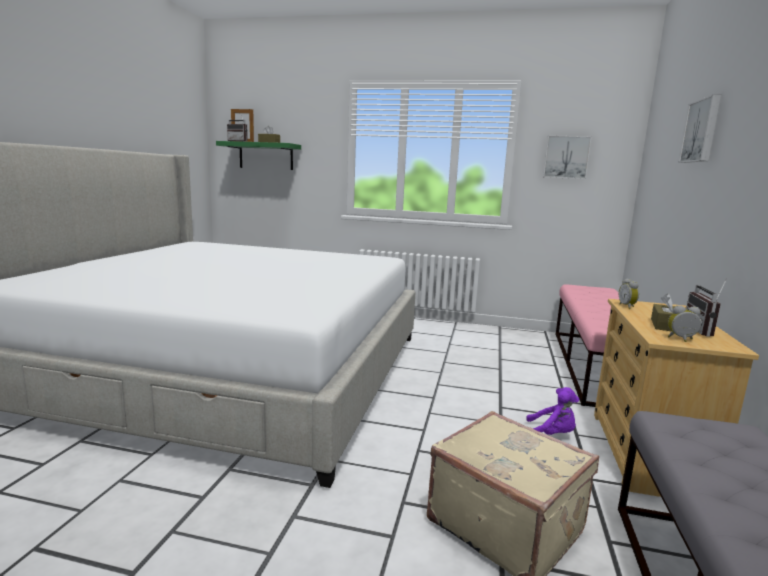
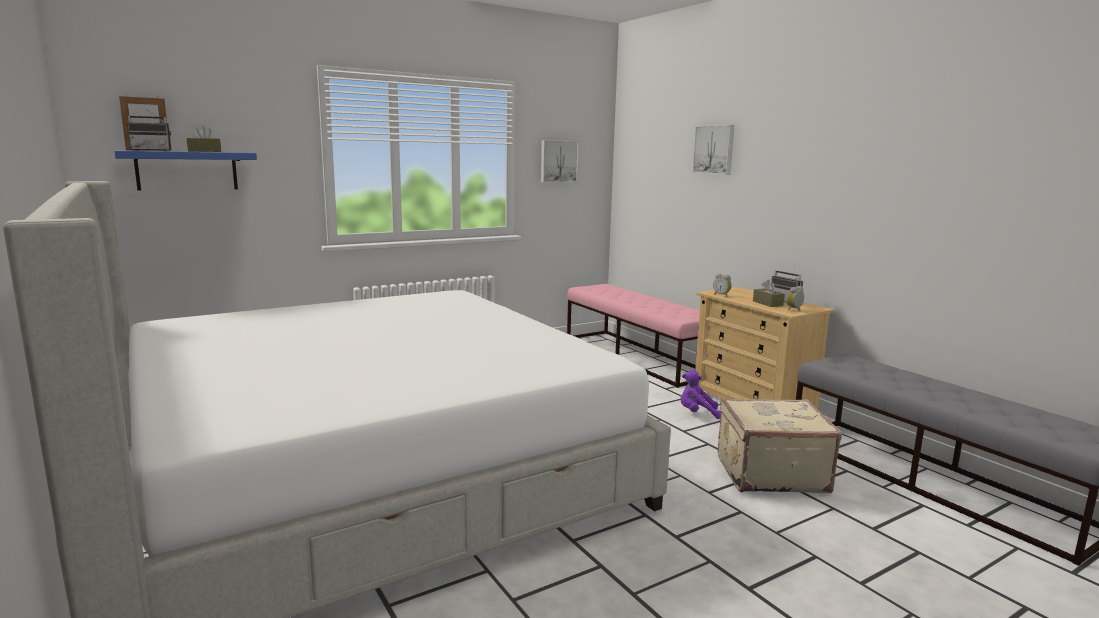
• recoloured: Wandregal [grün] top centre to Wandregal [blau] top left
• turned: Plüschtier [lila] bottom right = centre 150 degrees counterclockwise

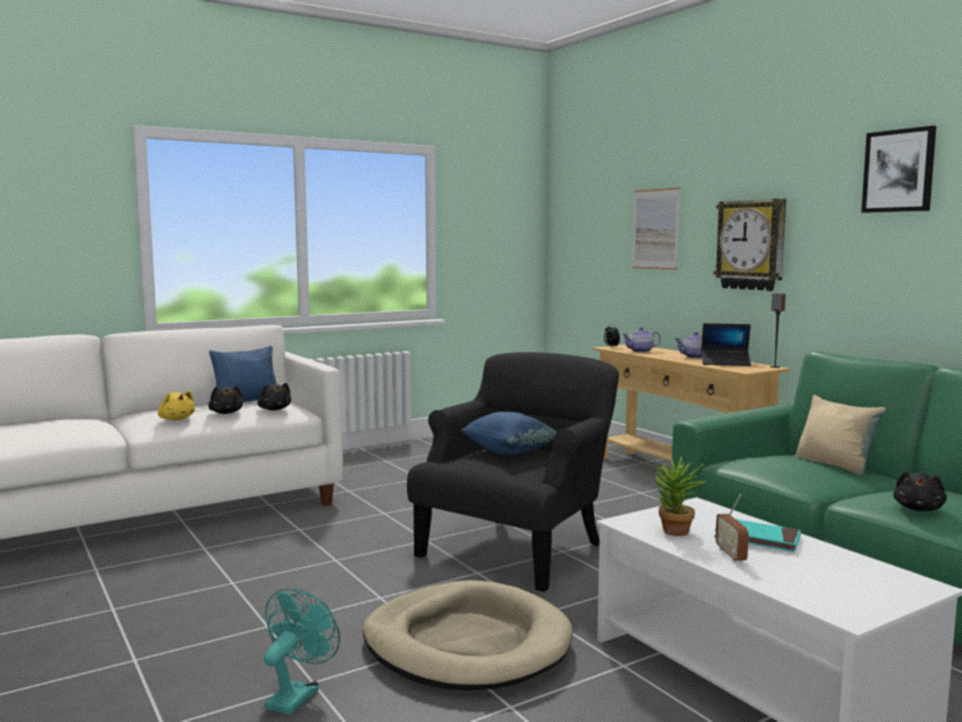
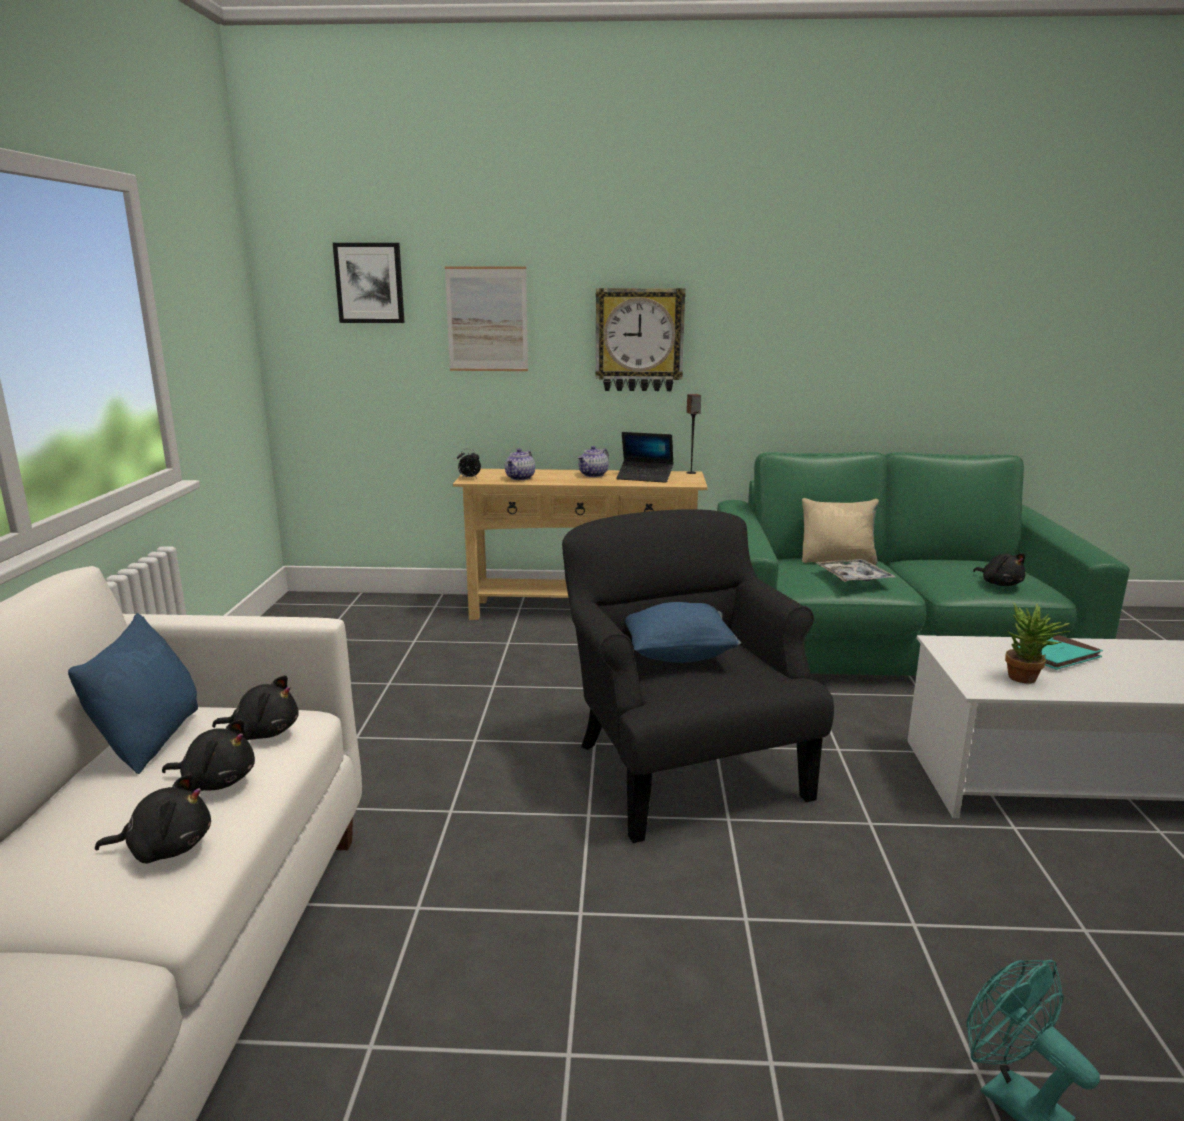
• recoloured: Plüschtier [gelb] middle left to Plüschtier [schwarz] (1st from left) bottom left
• moved: Bild (2nd from left in the first image) top right to Bild (1st from left) top left
• turned: Laptop middle right = centre 60 degrees clockwise
• added: Tablett middle right
• removed: Hundebett [beige] bottom centre
• removed: Radio bottom right

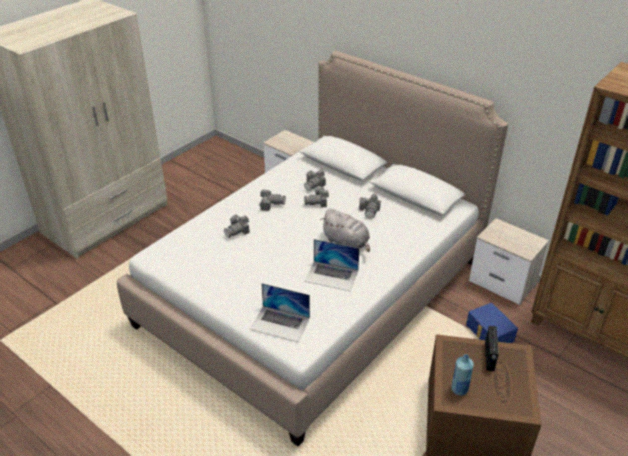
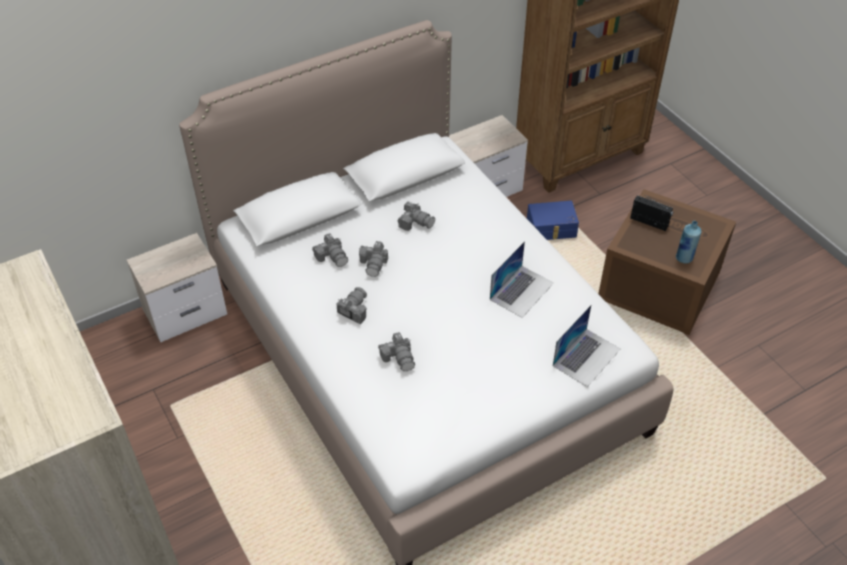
• removed: Plüschtier [grau] centre

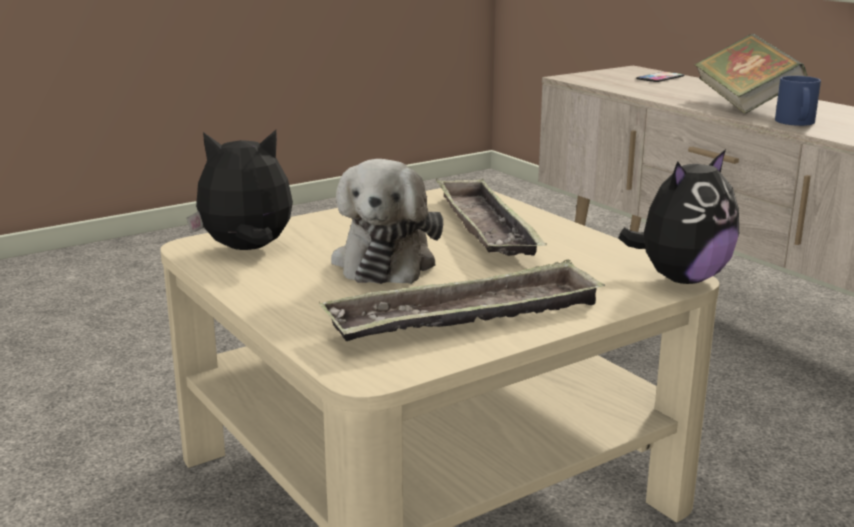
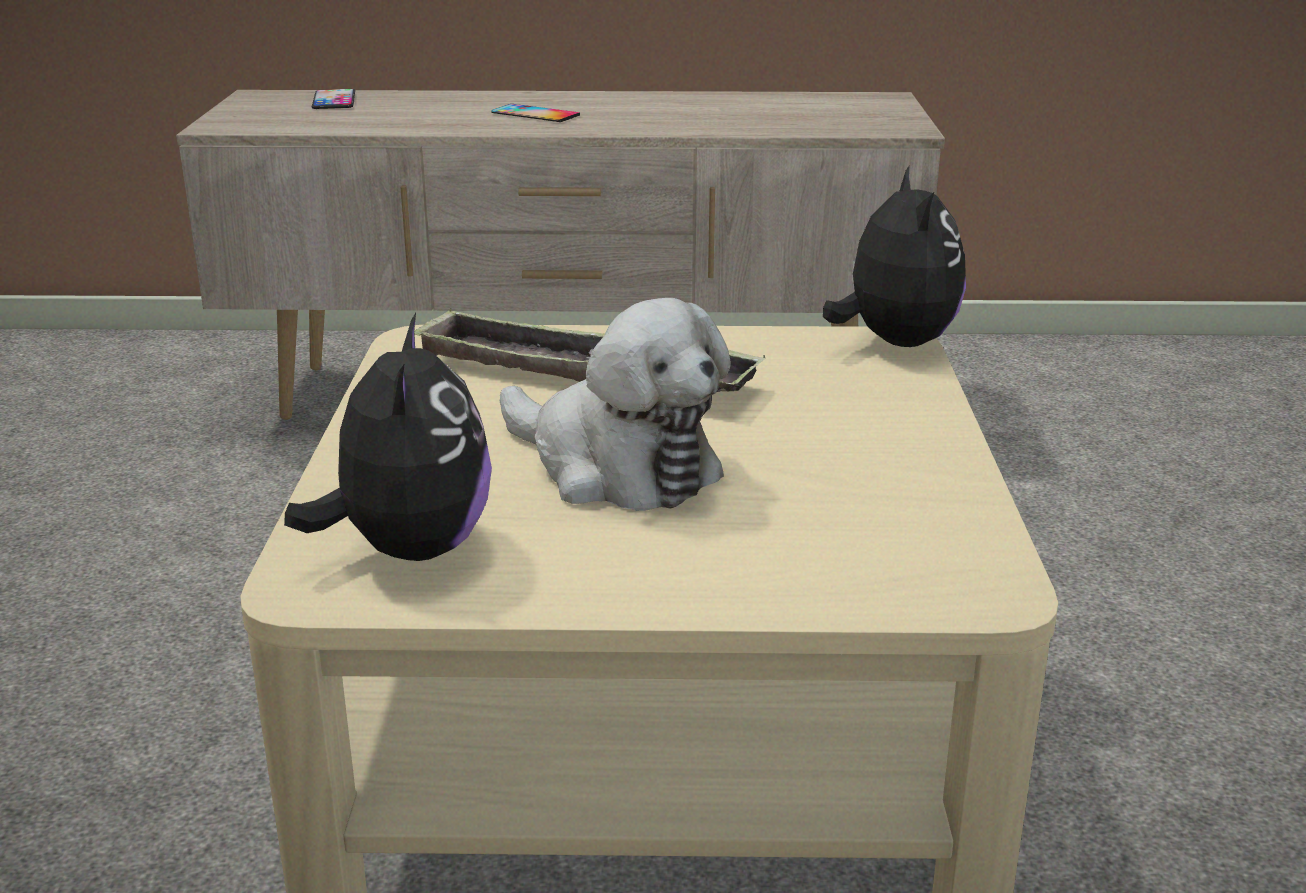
• turned: Plüschtier (1st from left) middle left = middle left 150 degrees clockwise
• replaced: Buch top right to Handy (2nd from left) top centre
• removed: Tablett (1st from left) centre
• removed: Henkelbecher [blau] top right

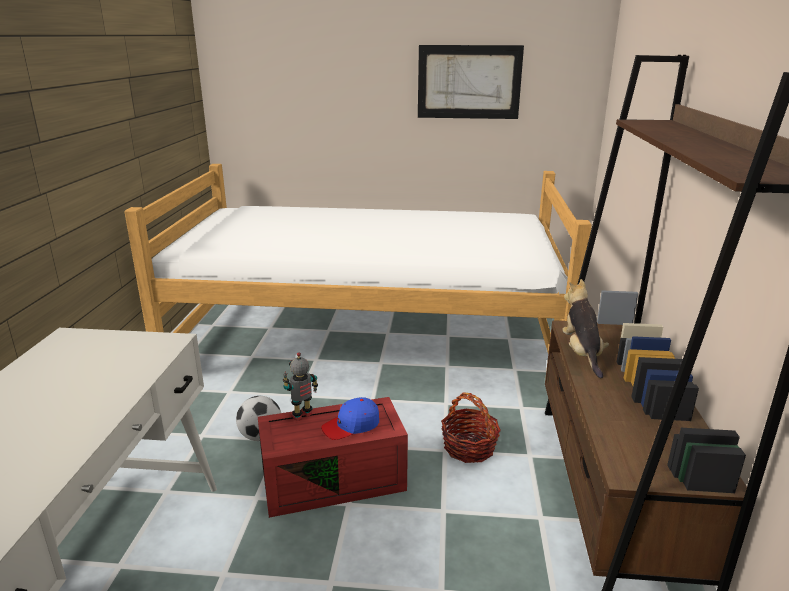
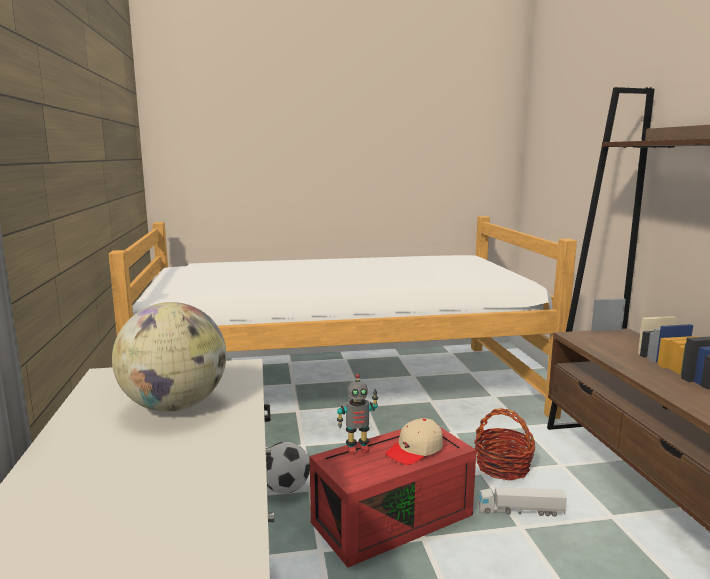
• added: Globus middle left
• turned: Spielzeugroboter centre = bottom centre 135 degrees counterclockwise
• recoloured: Kappe [blau] bottom centre to Kappe [beige] bottom centre
• added: Spielzeuglaster bottom right
• removed: Bild top centre
• removed: Plüschtier middle right

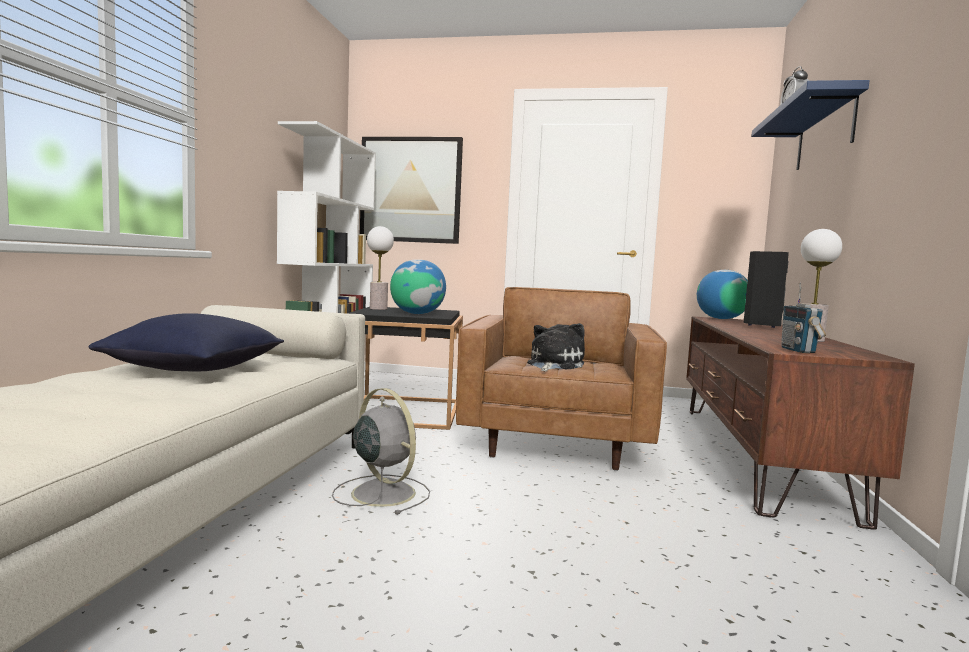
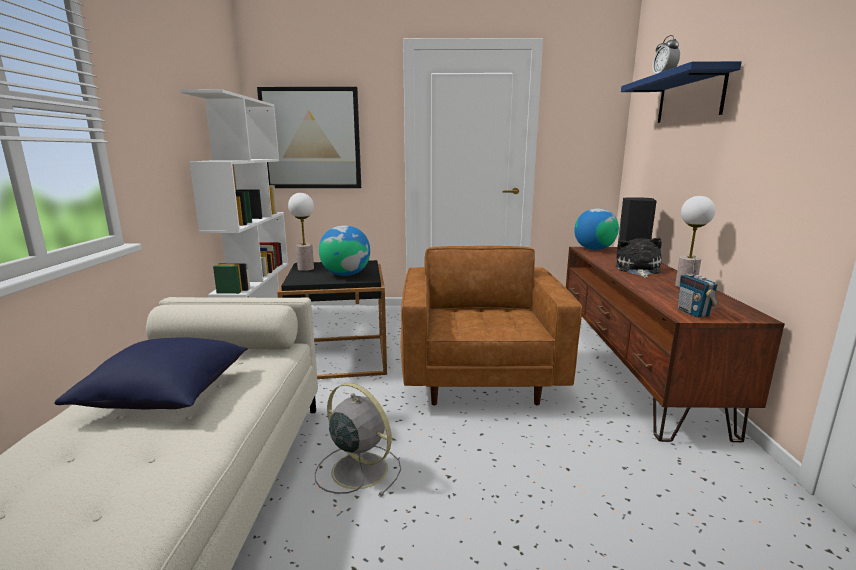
• moved: Plüschtier centre to middle right

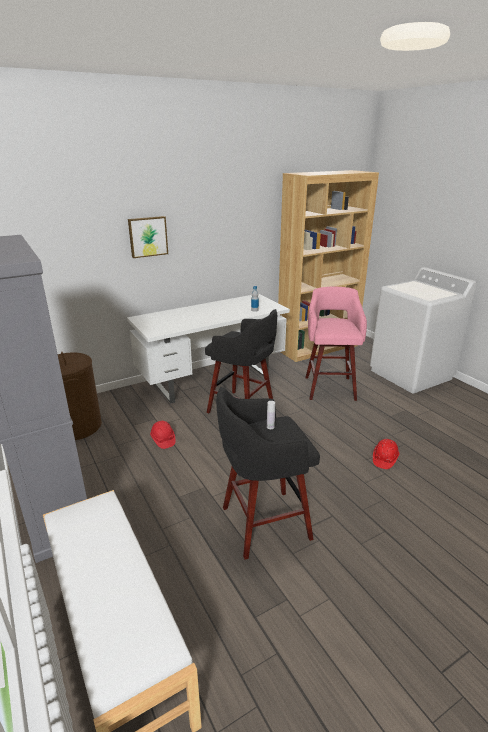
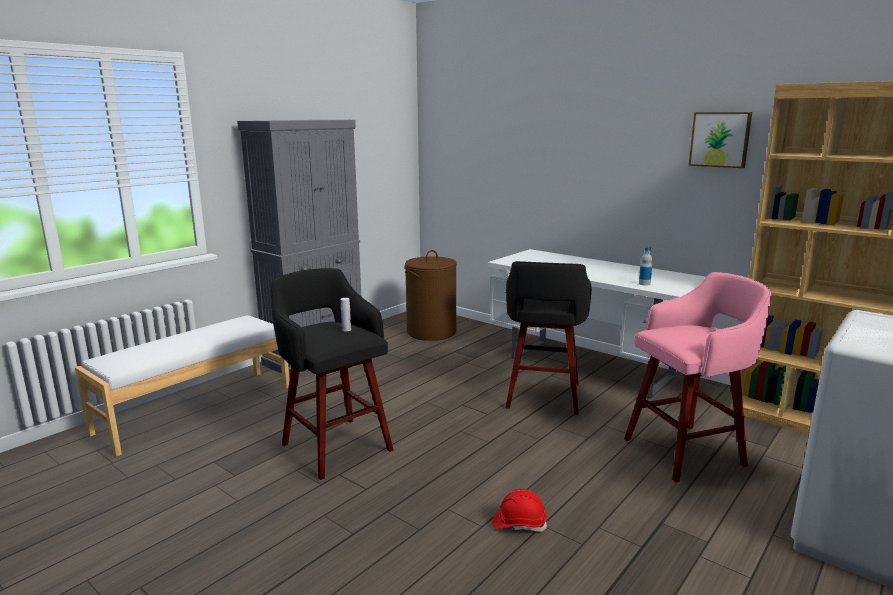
• moved: Bild top left to top right
• removed: Schutzhelm [rot] (1st from left) centre

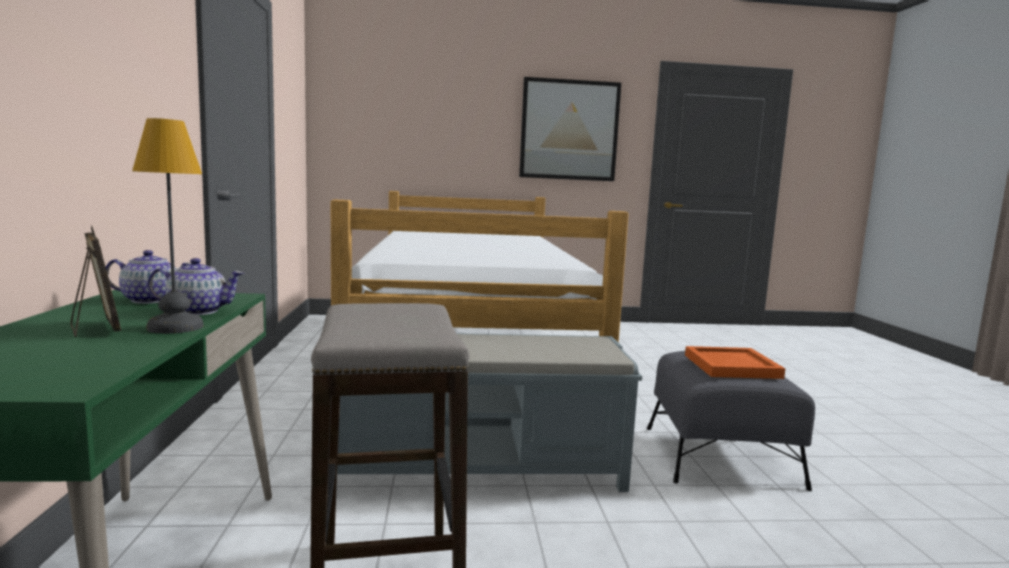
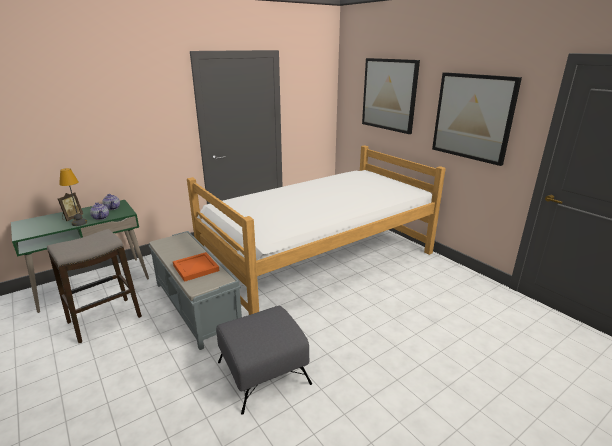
• moved: Tablett [orange] middle right to middle left
• added: Bild (1st from left) top centre

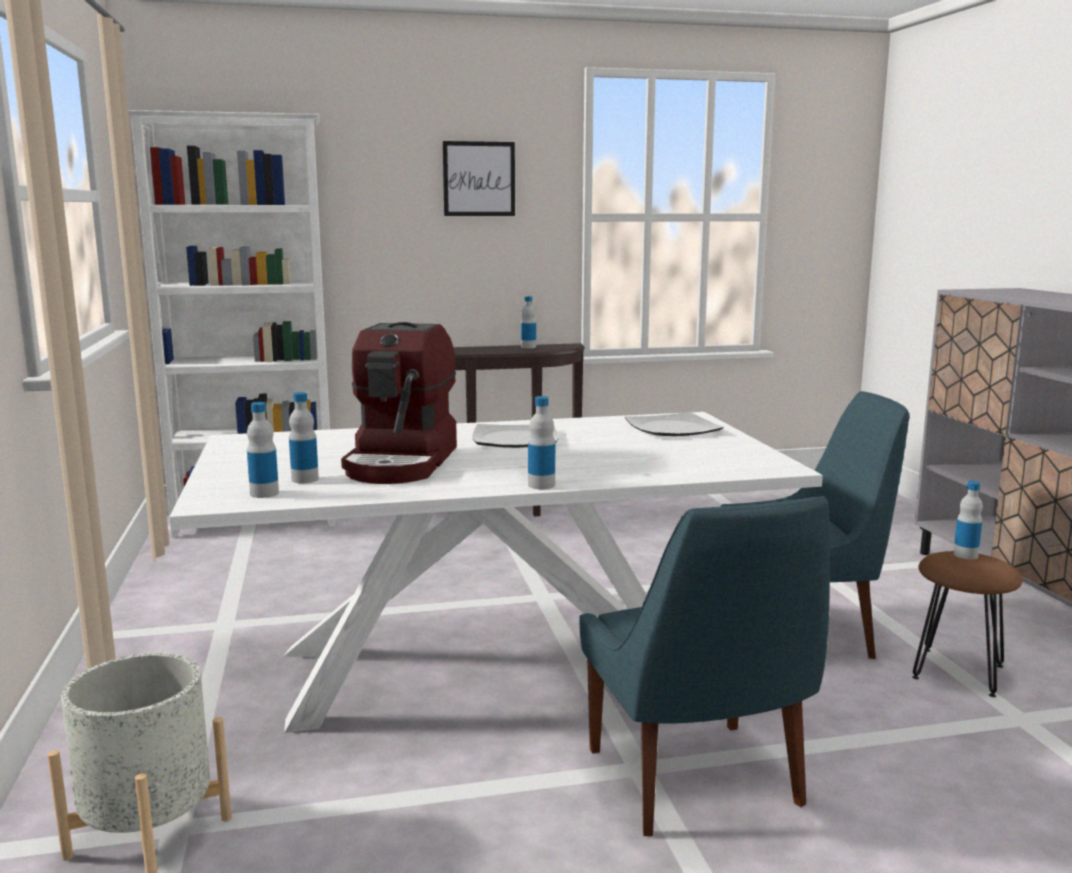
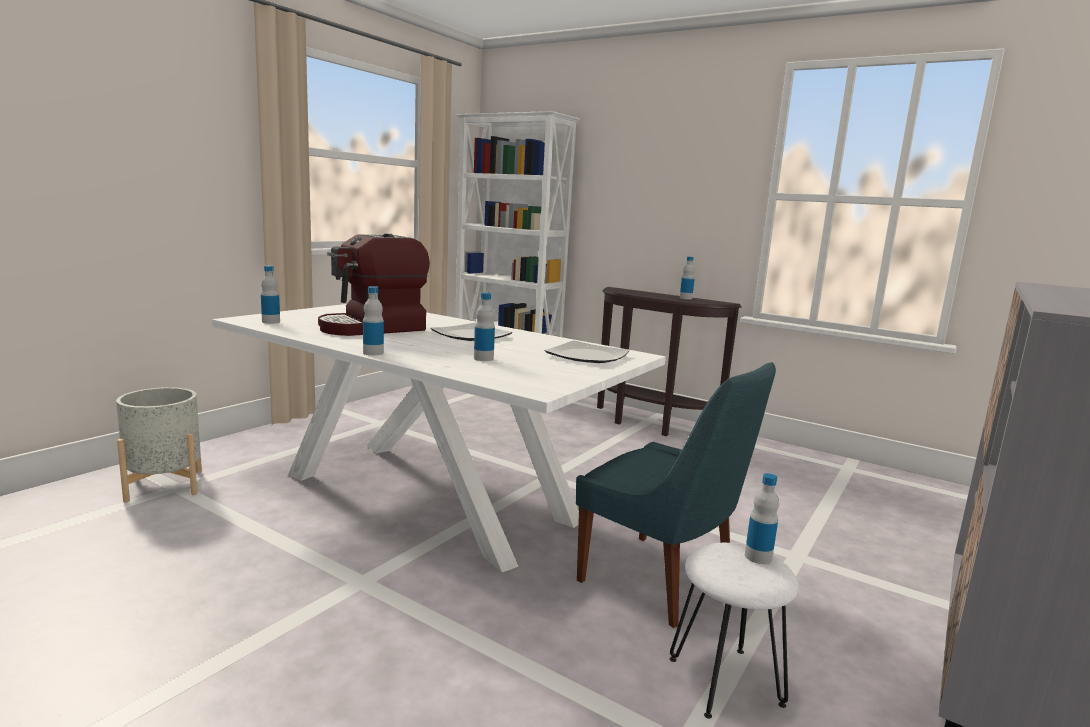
• moved: Flasche (2nd from left in the first image) middle left to Flasche (3rd from left) centre
• recoloured: Hocker [braun] bottom right to Hocker [weiß] bottom right
• removed: Bild top centre
• removed: Stuhl [blau] (1st from left) bottom centre

